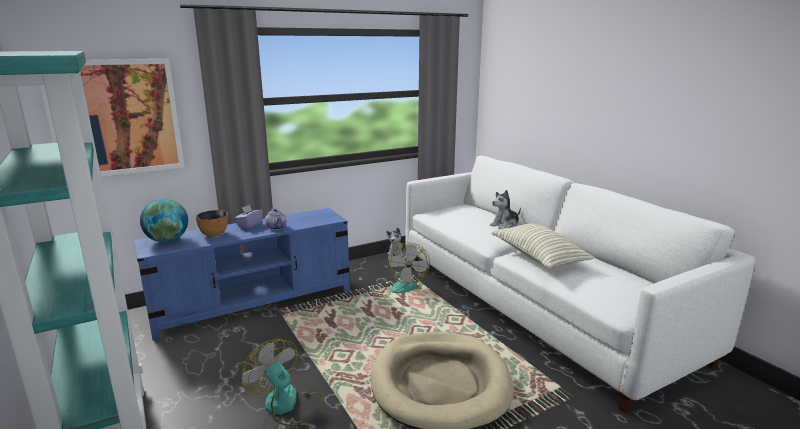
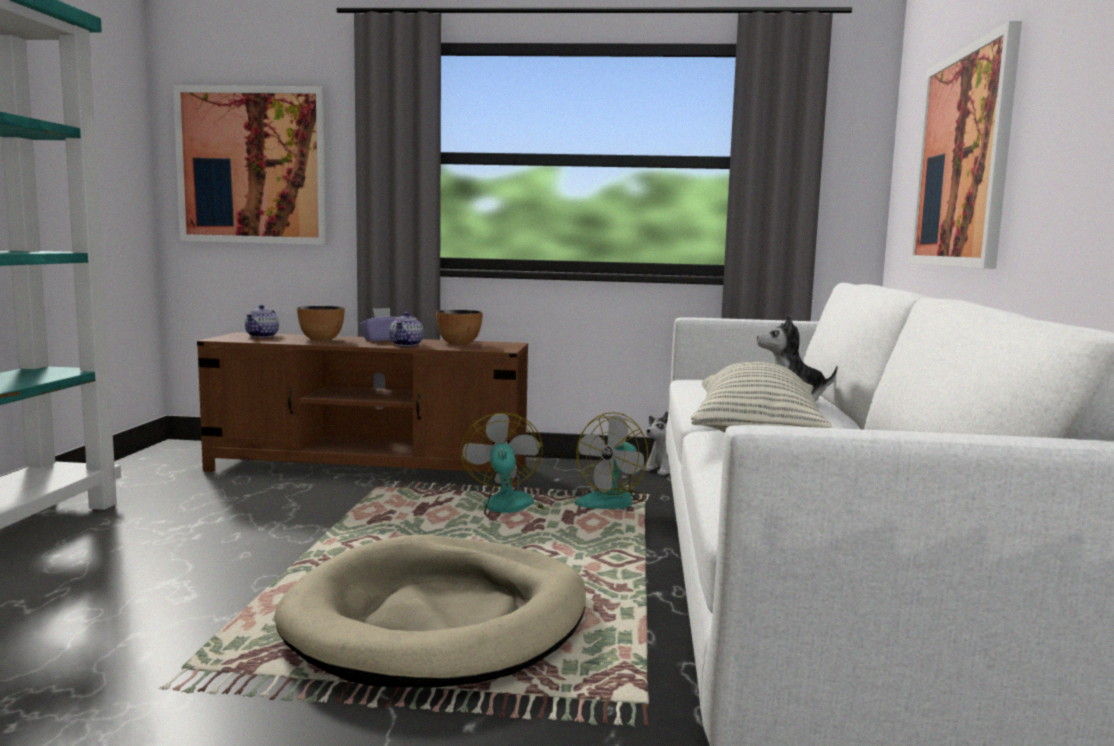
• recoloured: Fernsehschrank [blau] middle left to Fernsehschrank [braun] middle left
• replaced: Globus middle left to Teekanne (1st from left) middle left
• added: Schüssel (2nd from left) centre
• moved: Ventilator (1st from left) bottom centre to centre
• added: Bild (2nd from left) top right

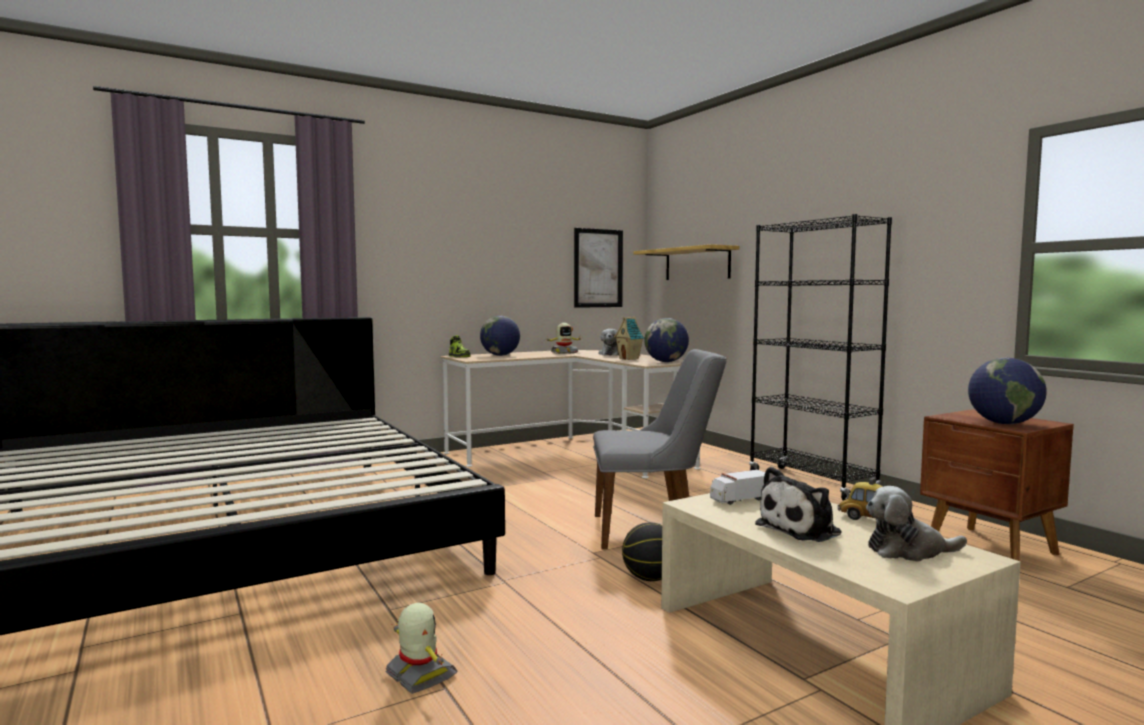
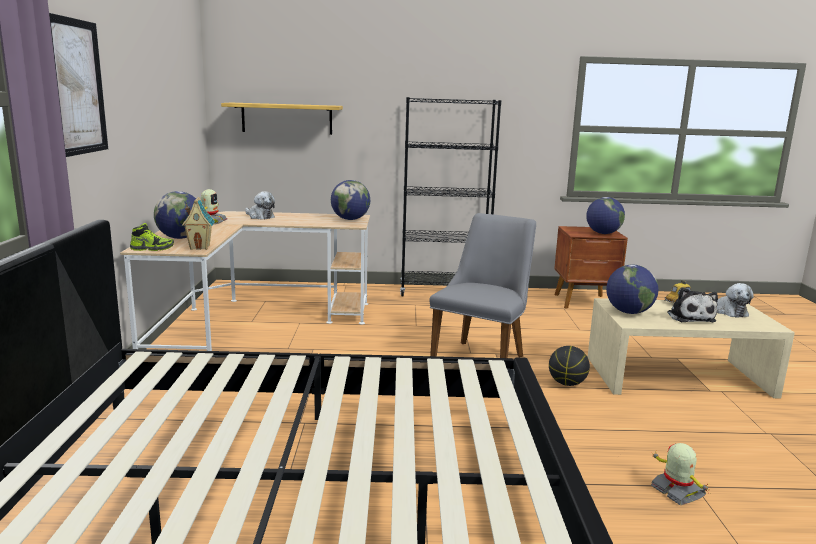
• moved: Bild centre to top left
• moved: Spielzeughaus centre to middle left
• replaced: Spielzeuglaster bottom centre to Globus (4th from left) middle right
• turned: Spielzeugroboter (1st from left in the first image) bottom centre = bottom right 75 degrees clockwise
• turned: Plüschtier (3rd from left) bottom right = middle right 45 degrees counterclockwise

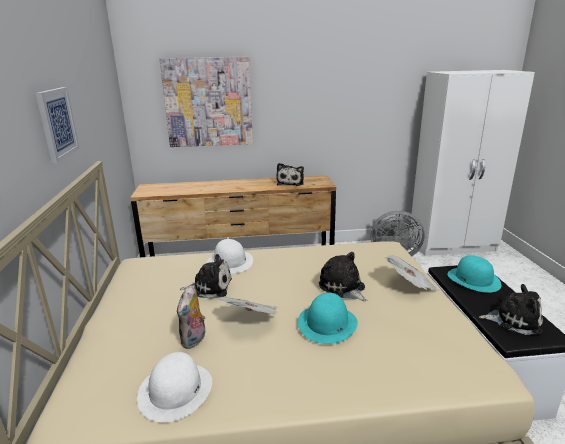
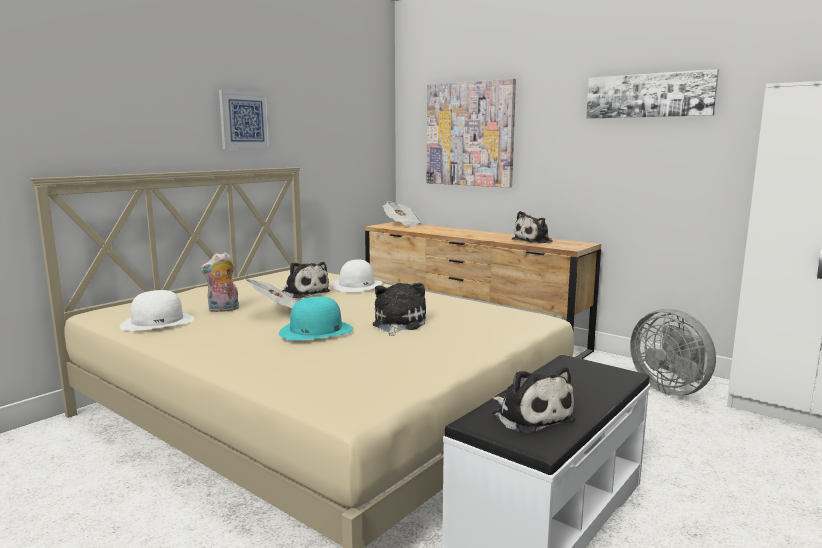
• moved: Zeitung (2nd from left) middle right to centre
• added: Bild (3rd from left) top right
• removed: Hut [türkis] (2nd from left) middle right

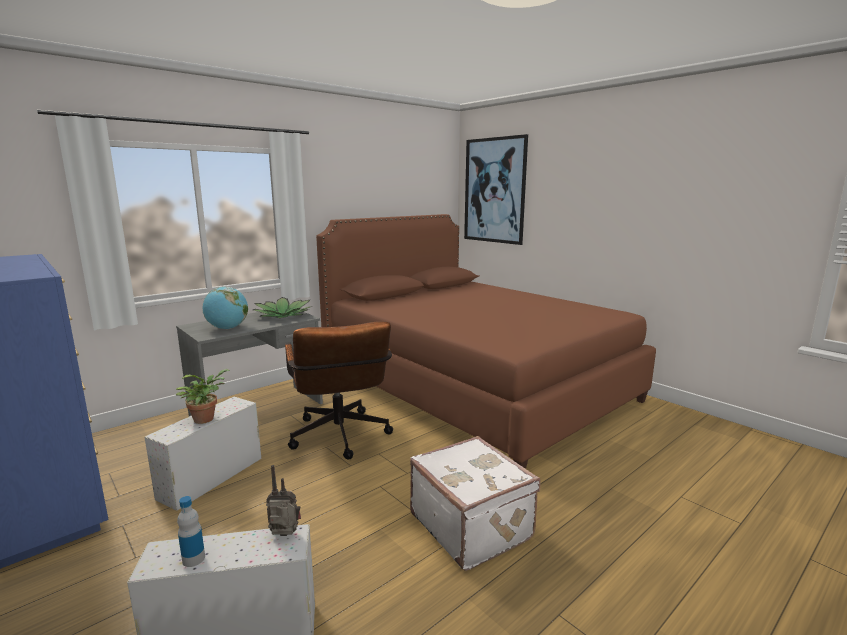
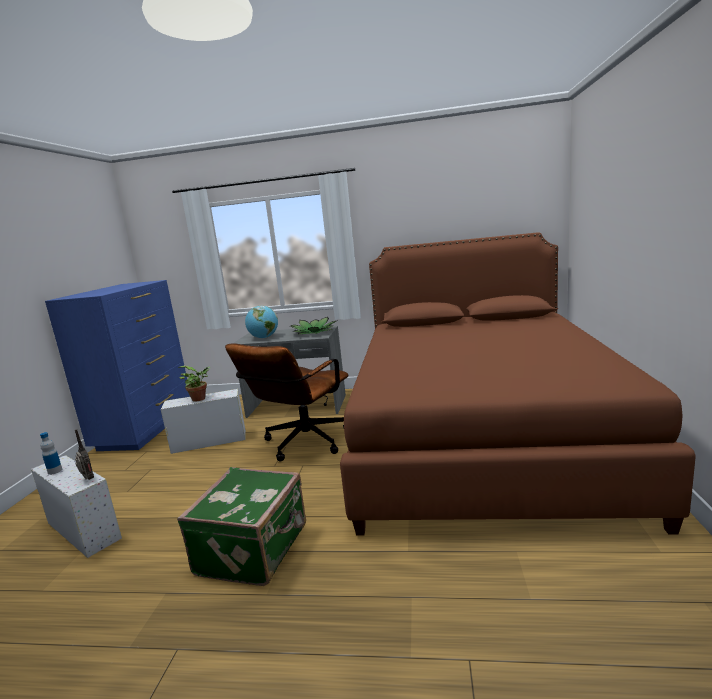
• recoloured: Koffer [weiß] bottom centre to Koffer [grün] bottom centre
• removed: Bild top centre

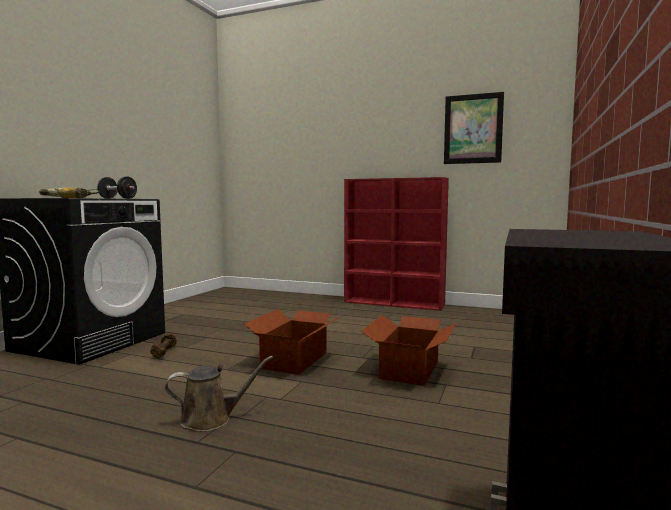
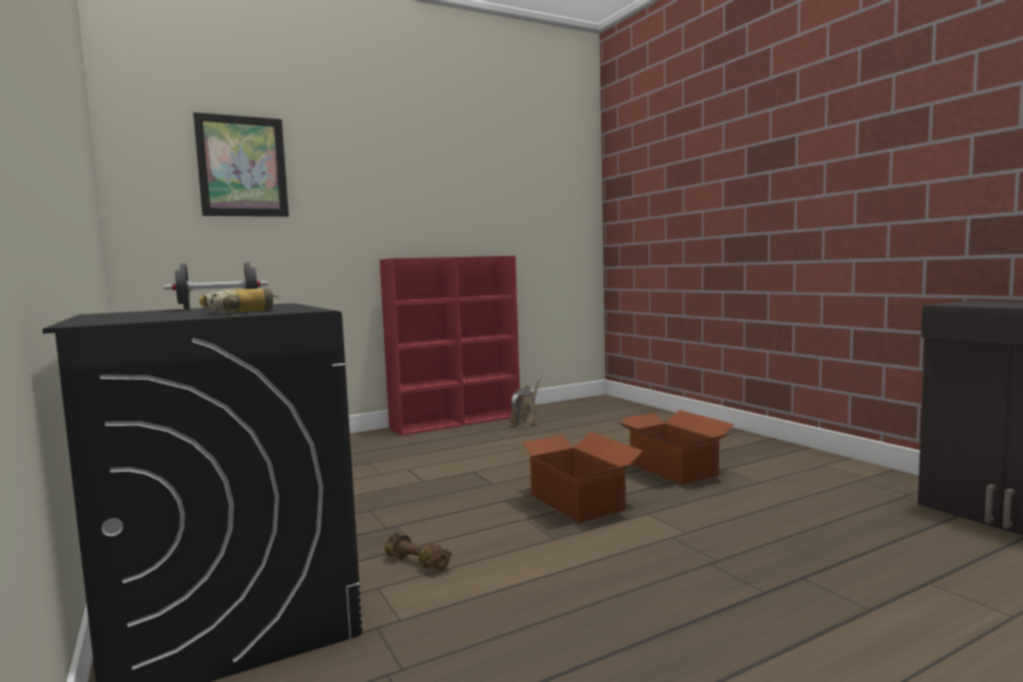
• moved: Bild top right to top left
• moved: Gießkanne [braun] bottom left to centre

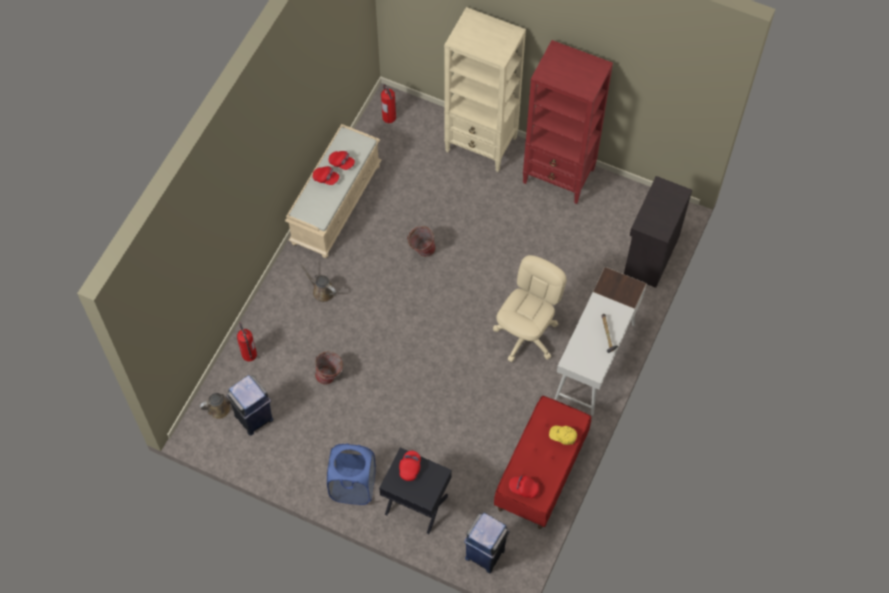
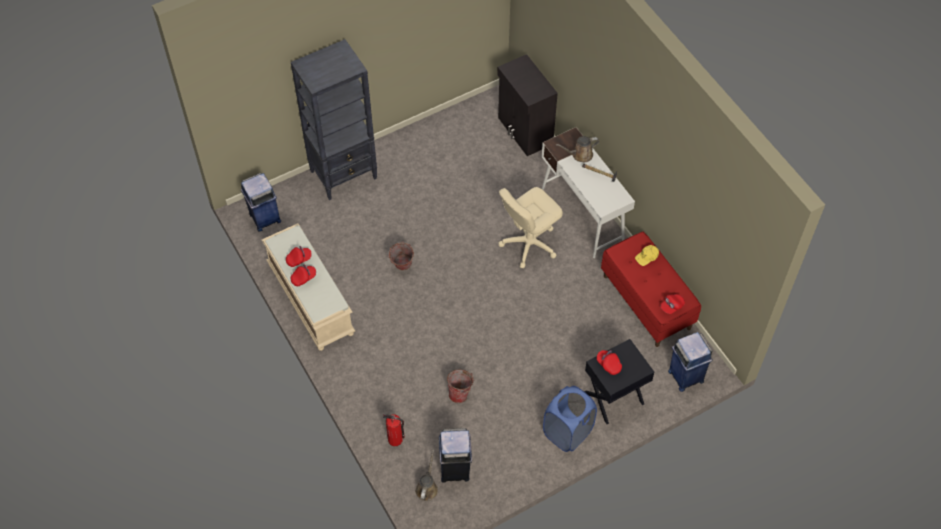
• replaced: Feuerlöscher (2nd from left) top centre to Mülleimer [blau] (1st from left) middle left
• recoloured: Bücherregal [beige] top centre to Bücherregal [schwarz] top centre
• turned: Bürostuhl [beige] centre = centre 105 degrees counterclockwise
• moved: Gießkanne [braun] (2nd from left) centre to top centre
• removed: Bücherregal [rot] top centre

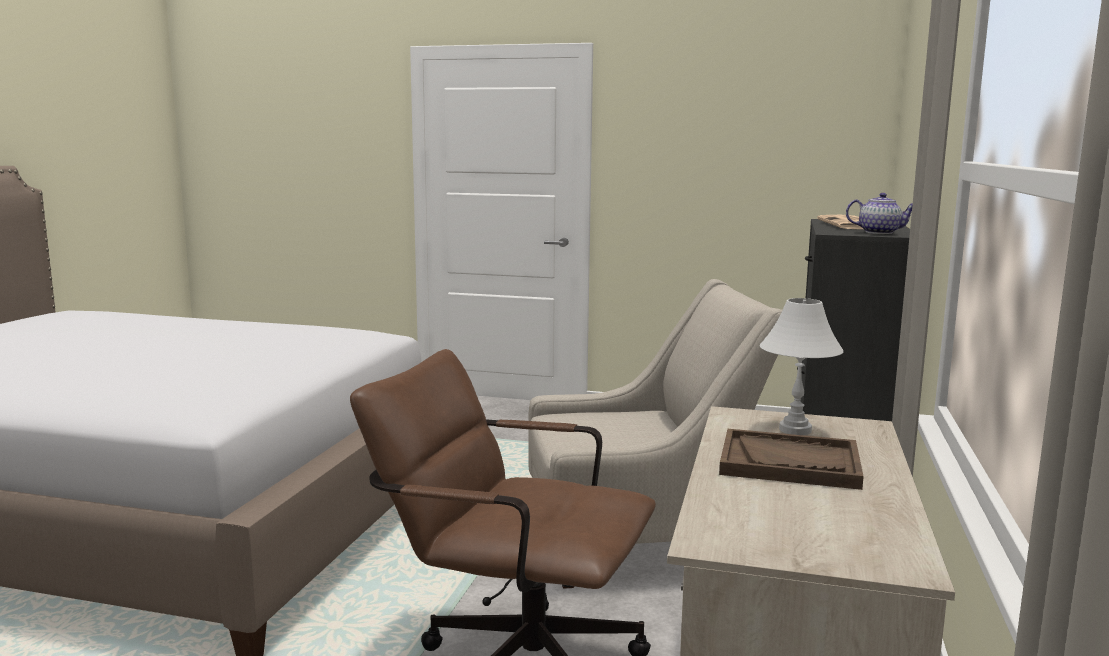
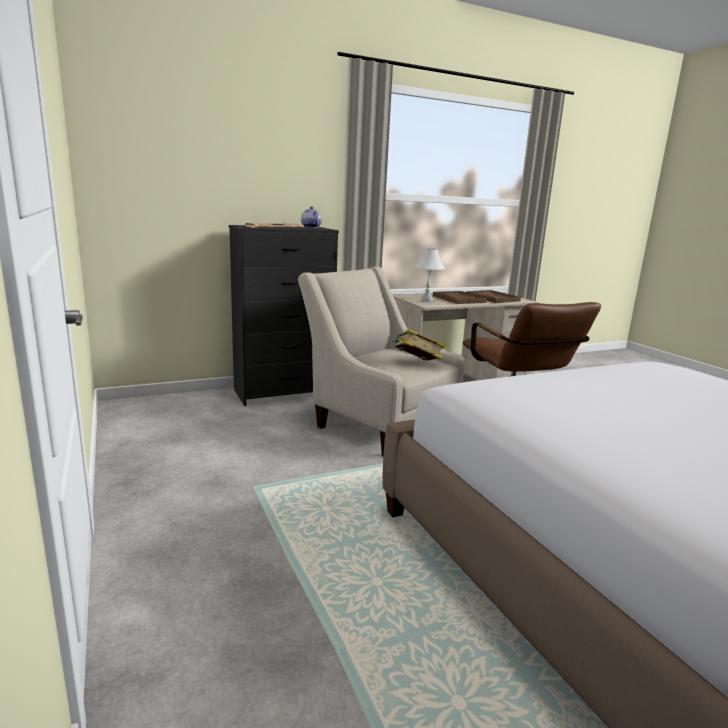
• added: Buch centre
• added: Tablett [braun] (2nd from left) middle right

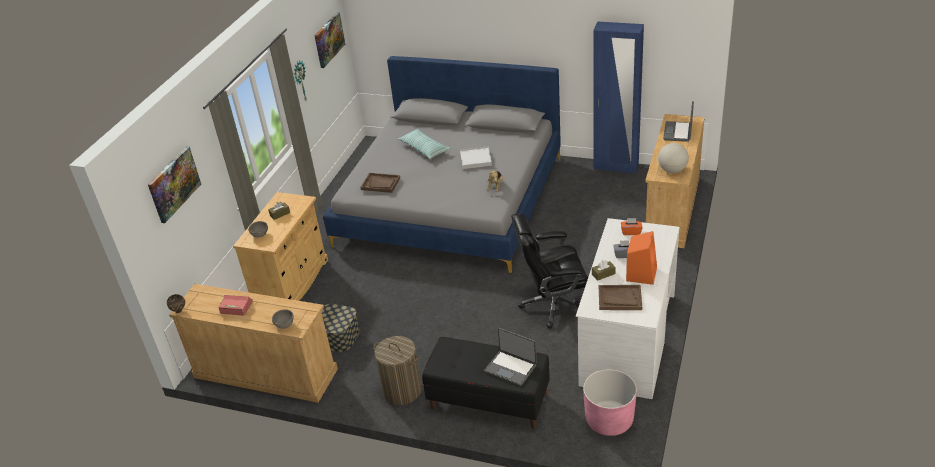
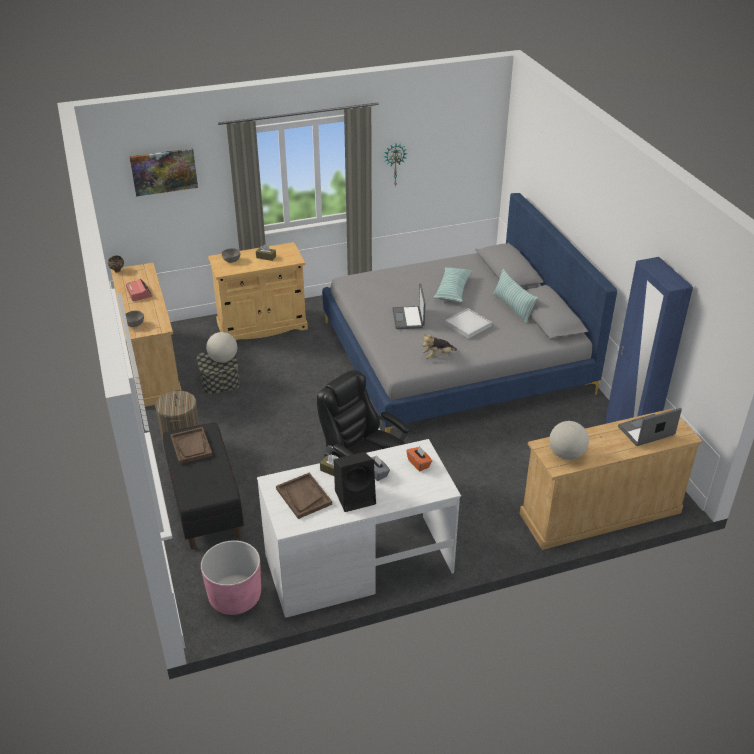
• moved: Tablett [braun] (1st from left) centre to middle left
• added: Globus (1st from left) middle left
• recoloured: Lautsprecher [orange] middle right to Lautsprecher [schwarz] centre
• moved: Laptop (1st from left) bottom centre to centre
• added: Kissen (2nd from left) middle right
• removed: Bild (2nd from left) top centre

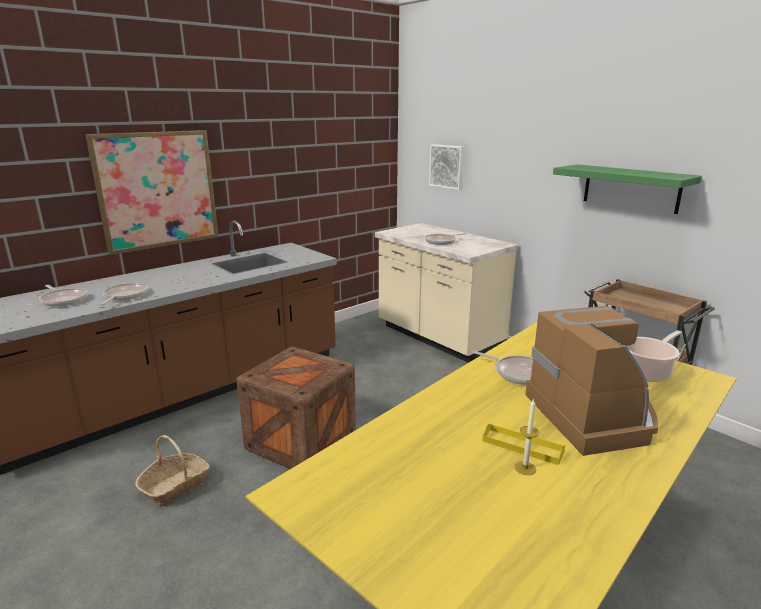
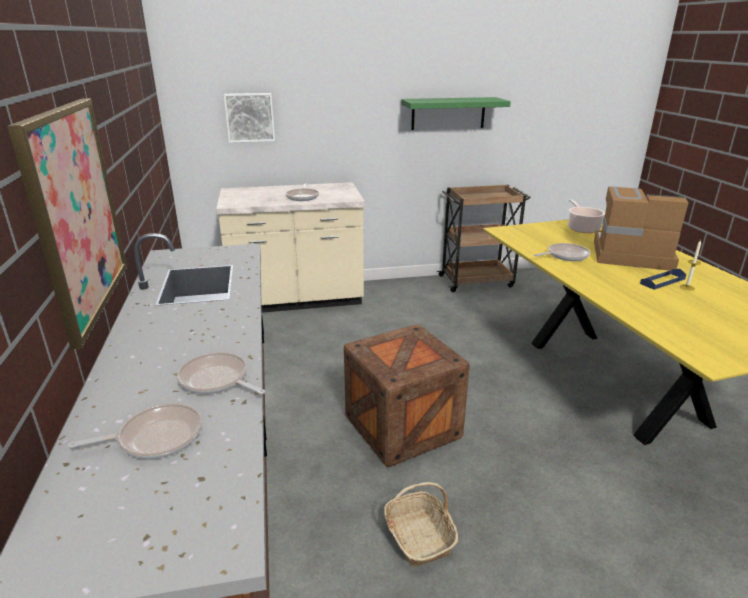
• recoloured: Tablett [gelb] bottom right to Tablett [blau] middle right

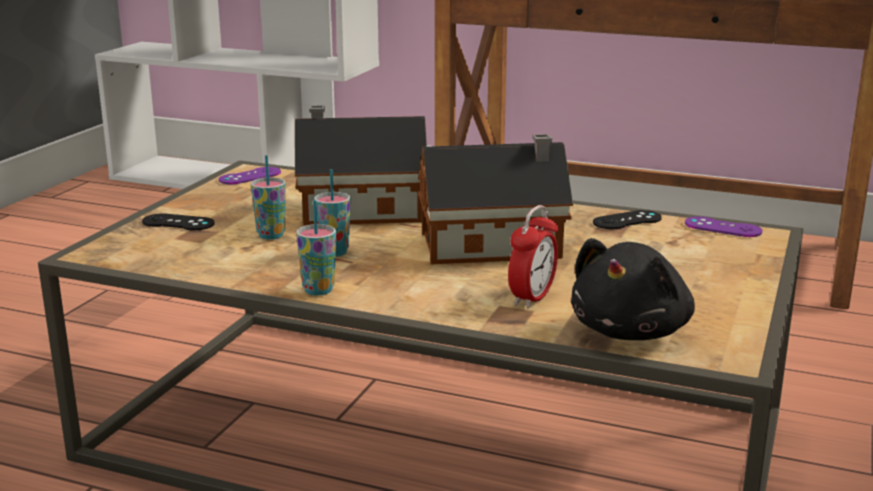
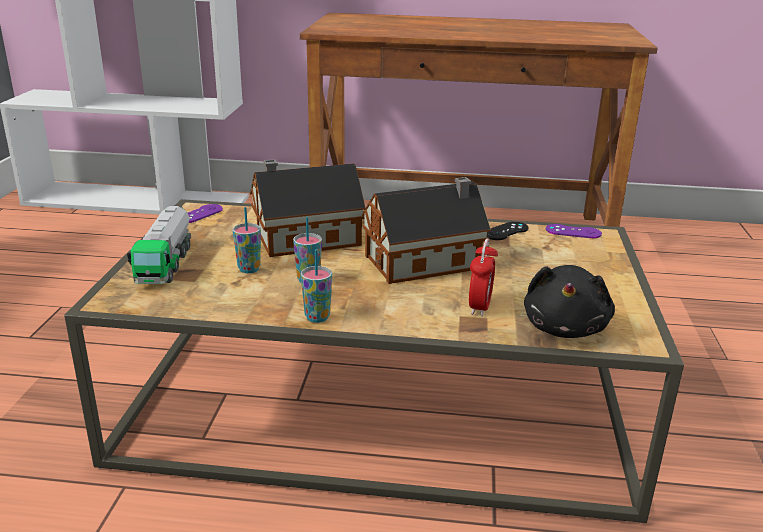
• replaced: Gamepad [schwarz] (1st from left) middle left to Spielzeuglaster middle left

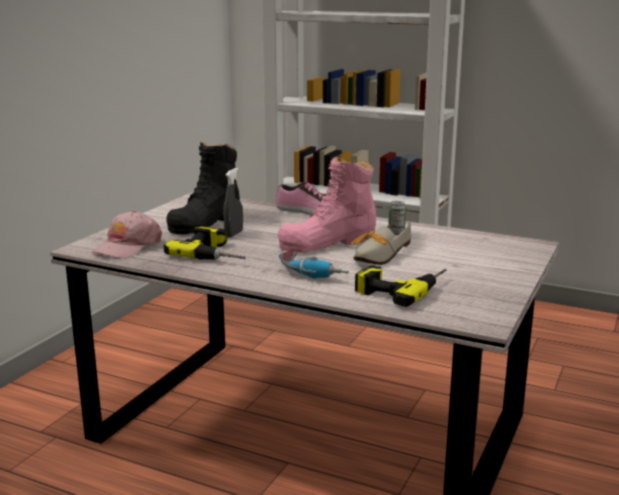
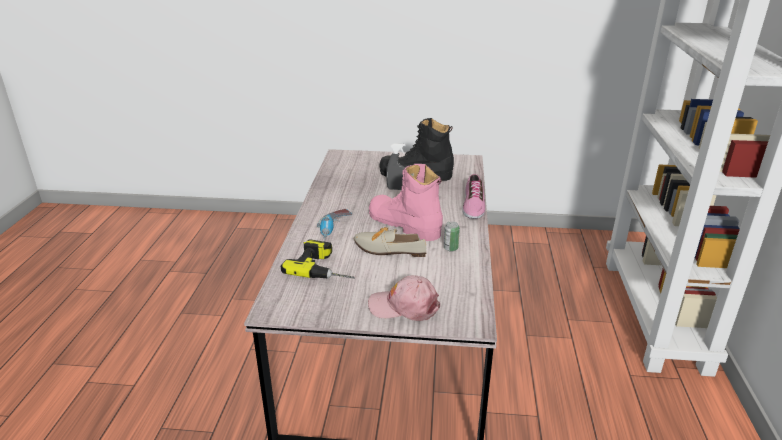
• moved: Kappe [rosa] middle left to bottom centre
• removed: Bohrmaschine (1st from left) middle left

